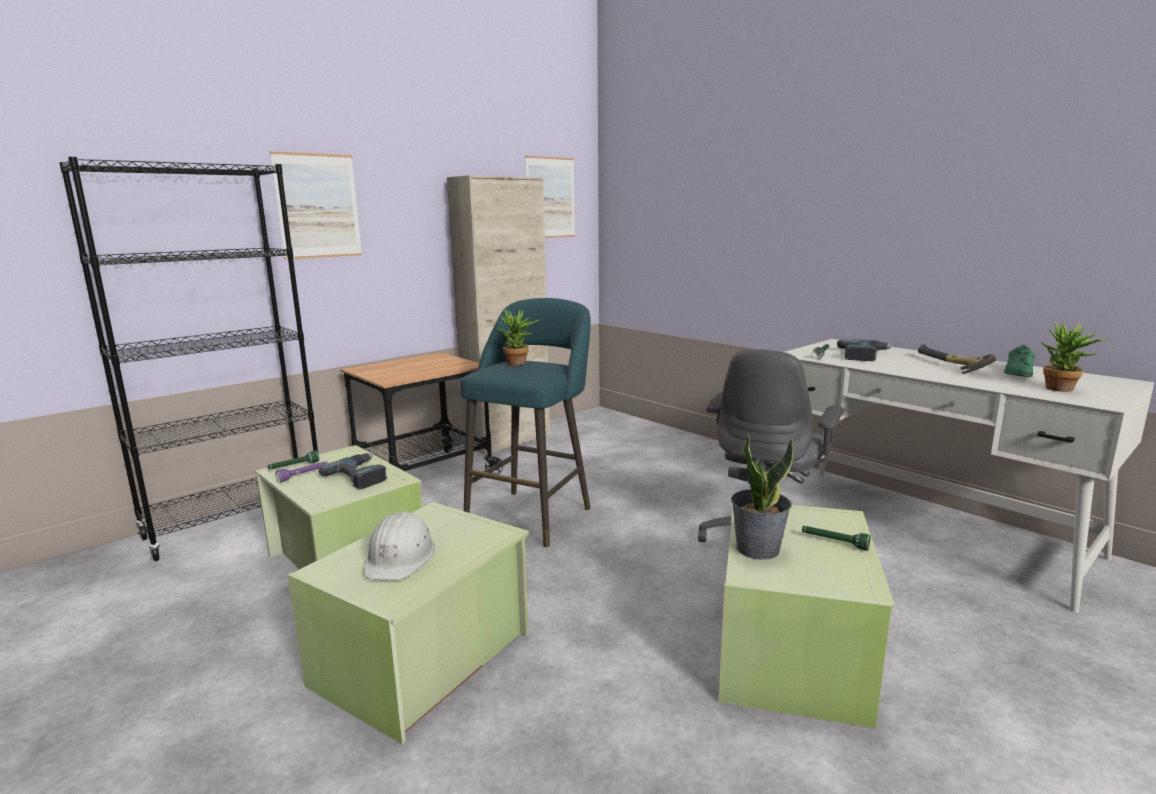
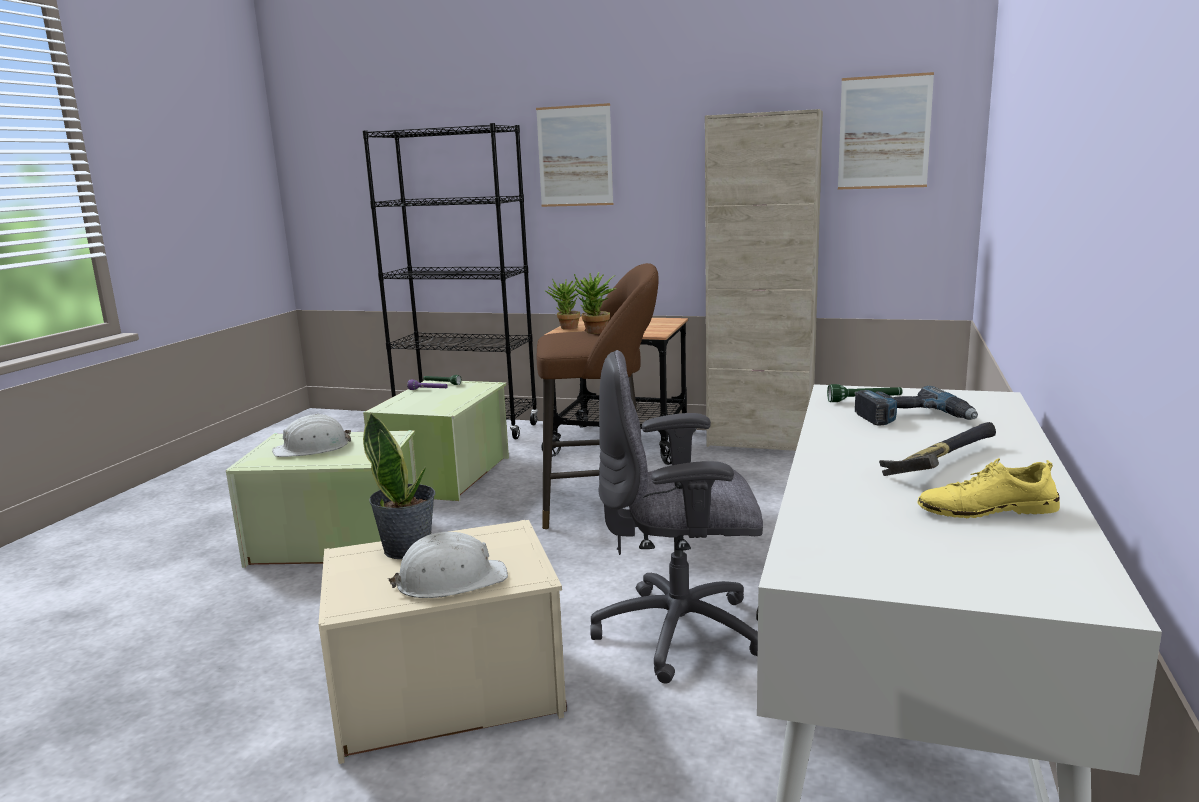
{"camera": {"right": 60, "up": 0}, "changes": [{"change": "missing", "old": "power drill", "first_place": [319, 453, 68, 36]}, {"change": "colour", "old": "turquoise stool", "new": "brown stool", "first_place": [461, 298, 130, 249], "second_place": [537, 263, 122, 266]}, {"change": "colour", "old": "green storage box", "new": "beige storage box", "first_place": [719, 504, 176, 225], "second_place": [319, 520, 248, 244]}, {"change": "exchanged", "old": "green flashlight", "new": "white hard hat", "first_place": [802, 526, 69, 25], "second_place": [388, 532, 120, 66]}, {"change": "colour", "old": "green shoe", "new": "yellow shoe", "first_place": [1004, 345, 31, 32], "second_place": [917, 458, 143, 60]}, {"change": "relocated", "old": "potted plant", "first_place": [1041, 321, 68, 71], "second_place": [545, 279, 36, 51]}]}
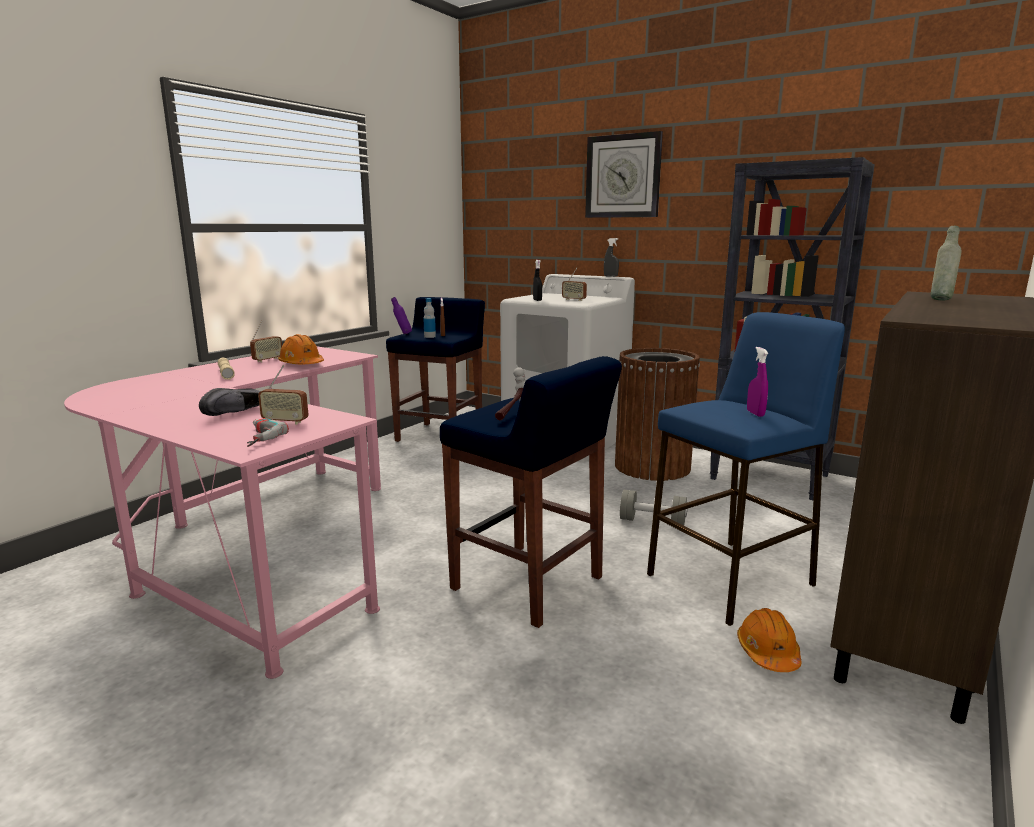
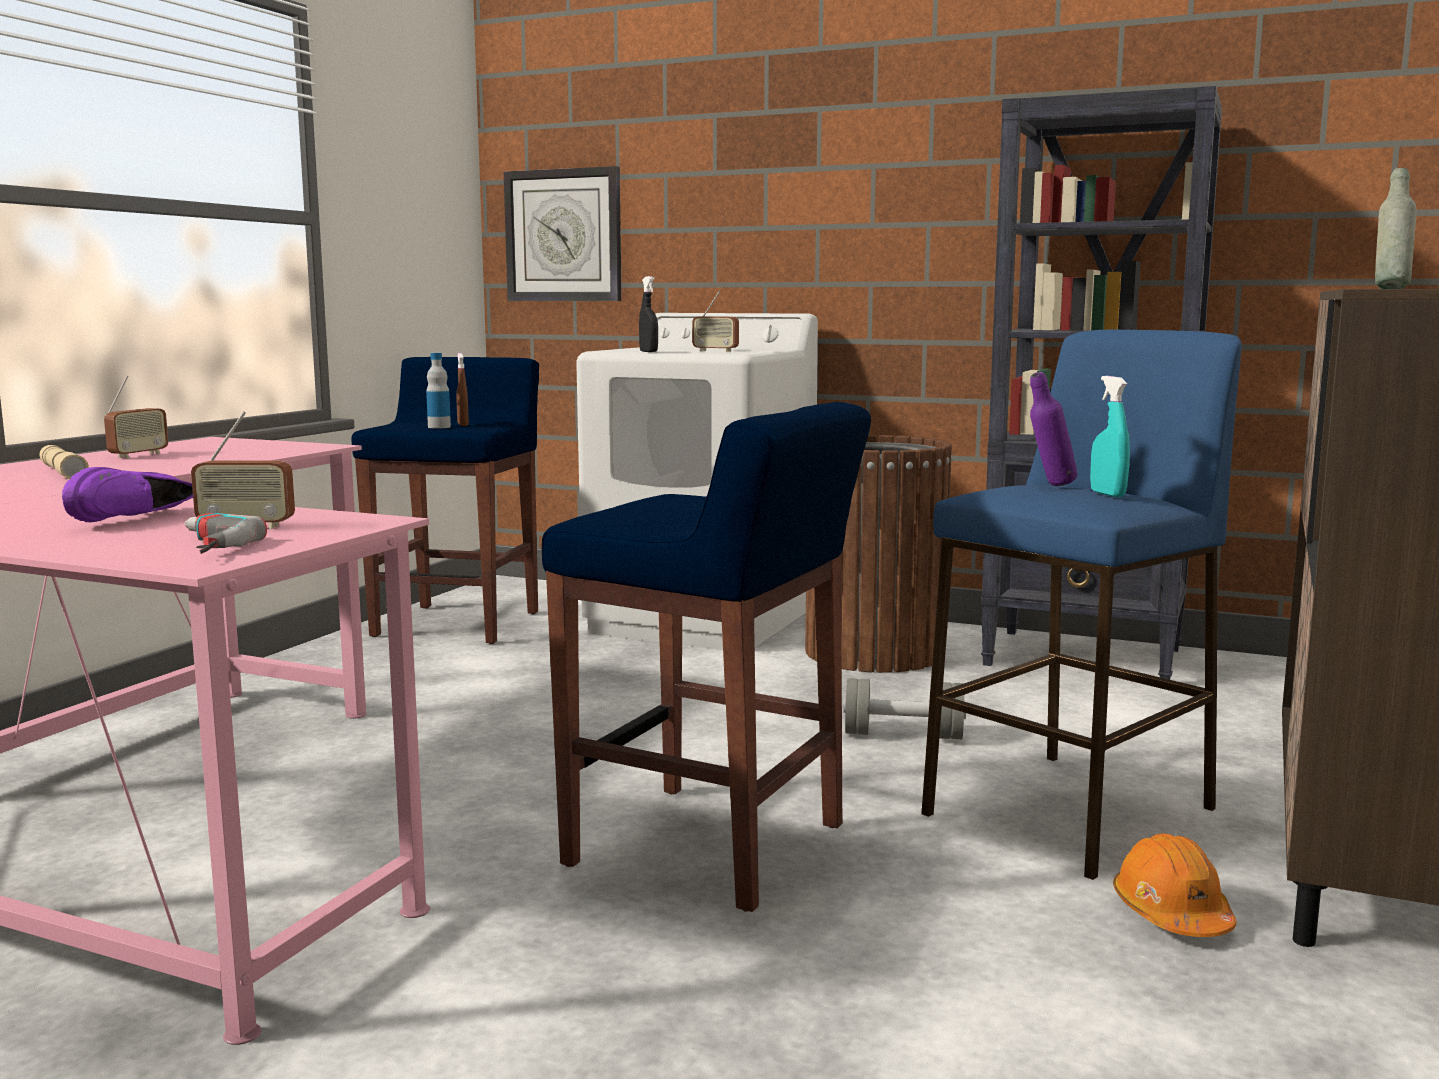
{"camera": {"right": -10, "up": -5}, "changes": [{"change": "colour", "old": "black shoe", "new": "purple shoe", "first_place": [199, 388, 62, 28], "second_place": [62, 467, 131, 56]}, {"change": "missing", "old": "orange hard hat", "first_place": [278, 334, 46, 31]}, {"change": "relocated", "old": "purple bottle", "first_place": [391, 297, 21, 37], "second_place": [1030, 372, 48, 114]}, {"change": "missing", "old": "hammer", "first_place": [495, 368, 31, 52]}, {"change": "relocated", "old": "wall clock", "first_place": [585, 131, 78, 87], "second_place": [503, 166, 119, 135]}, {"change": "missing", "old": "grey spray bottle", "first_place": [604, 238, 15, 39]}, {"change": "colour", "old": "purple spray bottle", "new": "turquoise spray bottle", "first_place": [747, 347, 21, 70], "second_place": [1090, 376, 40, 121]}]}
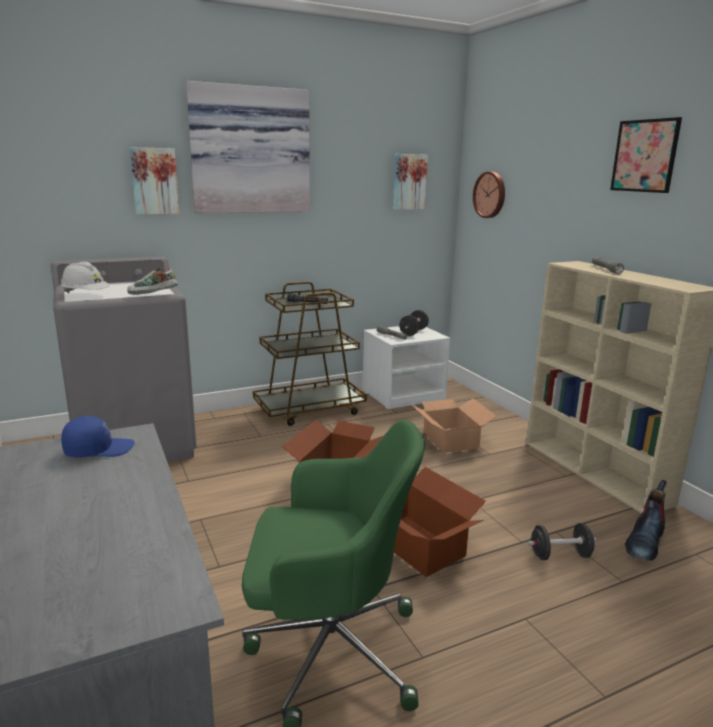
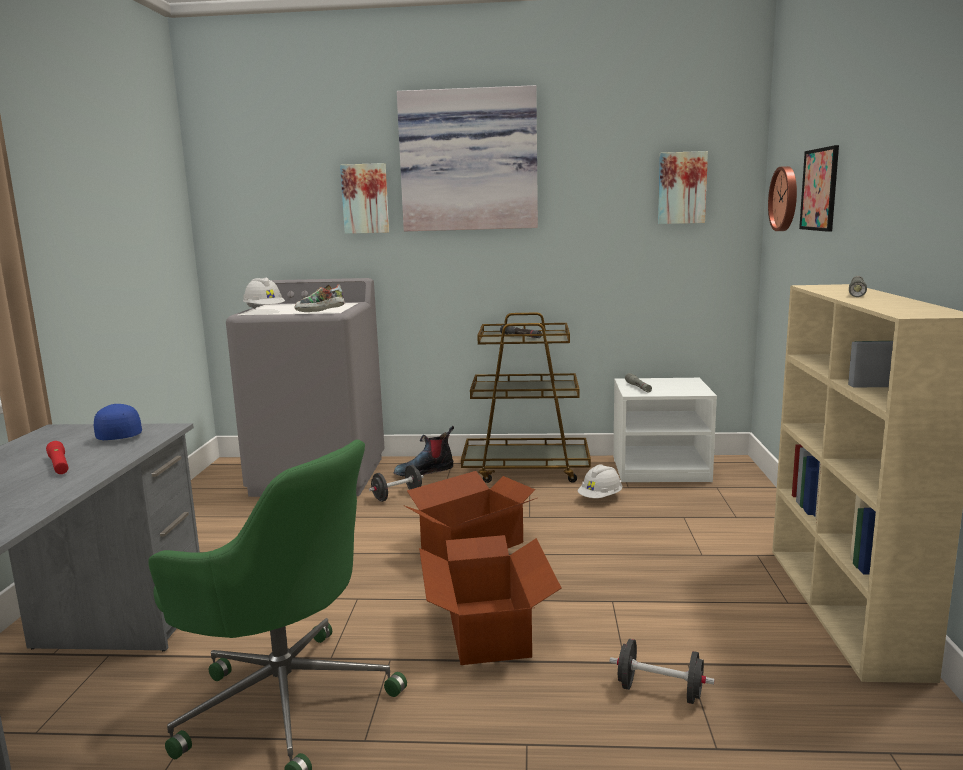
{"camera": {"right": 30, "up": -5}, "changes": [{"change": "spun", "old": "blue cap", "first_place": [61, 416, 74, 42], "second_place": [94, 404, 48, 36], "degrees": -120}, {"change": "relocated", "old": "black dumbbell", "first_place": [399, 310, 30, 26], "second_place": [369, 465, 54, 37]}, {"change": "missing", "old": "cardboard box", "first_place": [411, 398, 86, 55]}, {"change": "relocated", "old": "picture", "first_place": [610, 117, 72, 76], "second_place": [799, 145, 40, 87]}, {"change": "relocated", "old": "boot", "first_place": [625, 480, 42, 81], "second_place": [394, 426, 60, 51]}, {"change": "appeared", "new": "red flashlight", "second_place": [46, 441, 22, 33]}, {"change": "appeared", "new": "white hard hat", "second_place": [578, 464, 44, 34]}]}
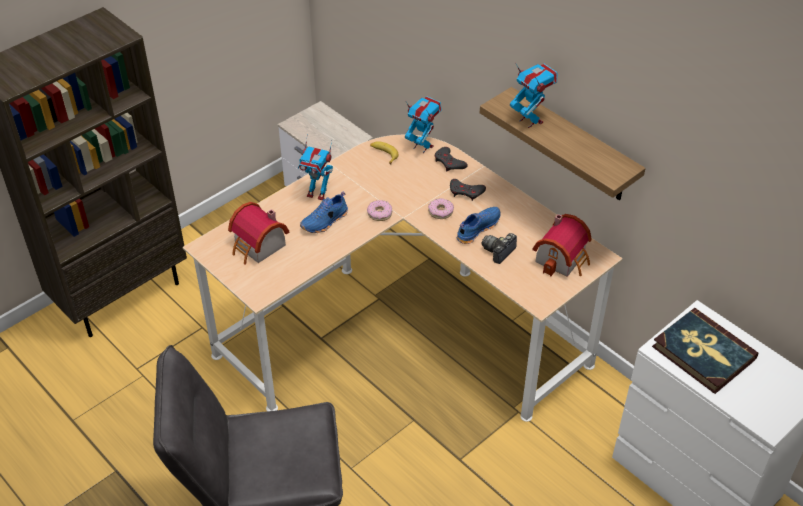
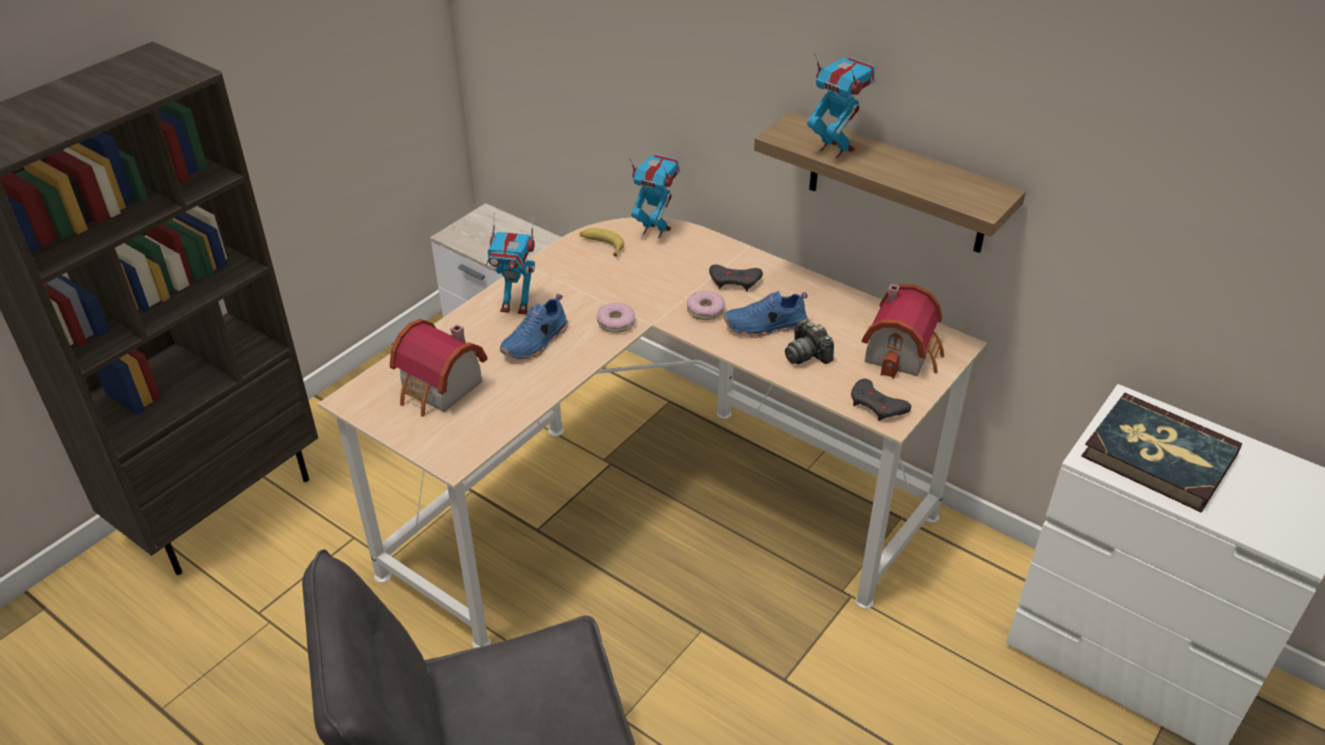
{"camera": {"right": -10, "up": -5}, "changes": [{"change": "relocated", "old": "grey game controller", "first_place": [435, 147, 33, 24], "second_place": [851, 379, 60, 42]}, {"change": "spun", "old": "blue shoe", "first_place": [457, 207, 43, 37], "second_place": [724, 291, 84, 47], "degrees": -135}, {"change": "spun", "old": "photo camera", "first_place": [482, 233, 35, 31], "second_place": [785, 319, 49, 45], "degrees": -60}]}
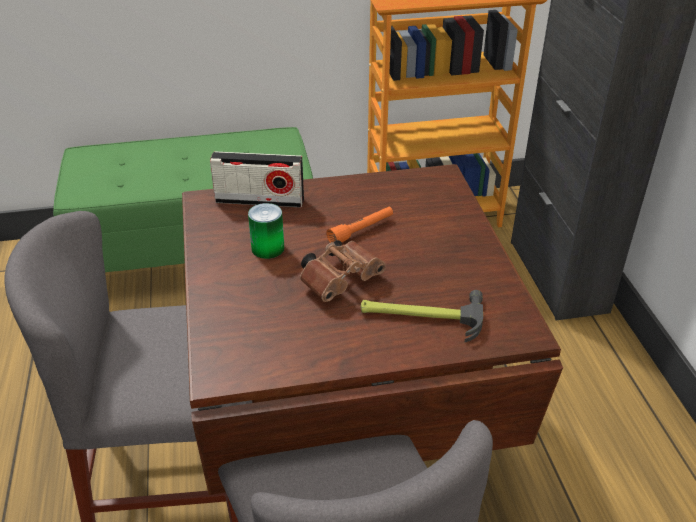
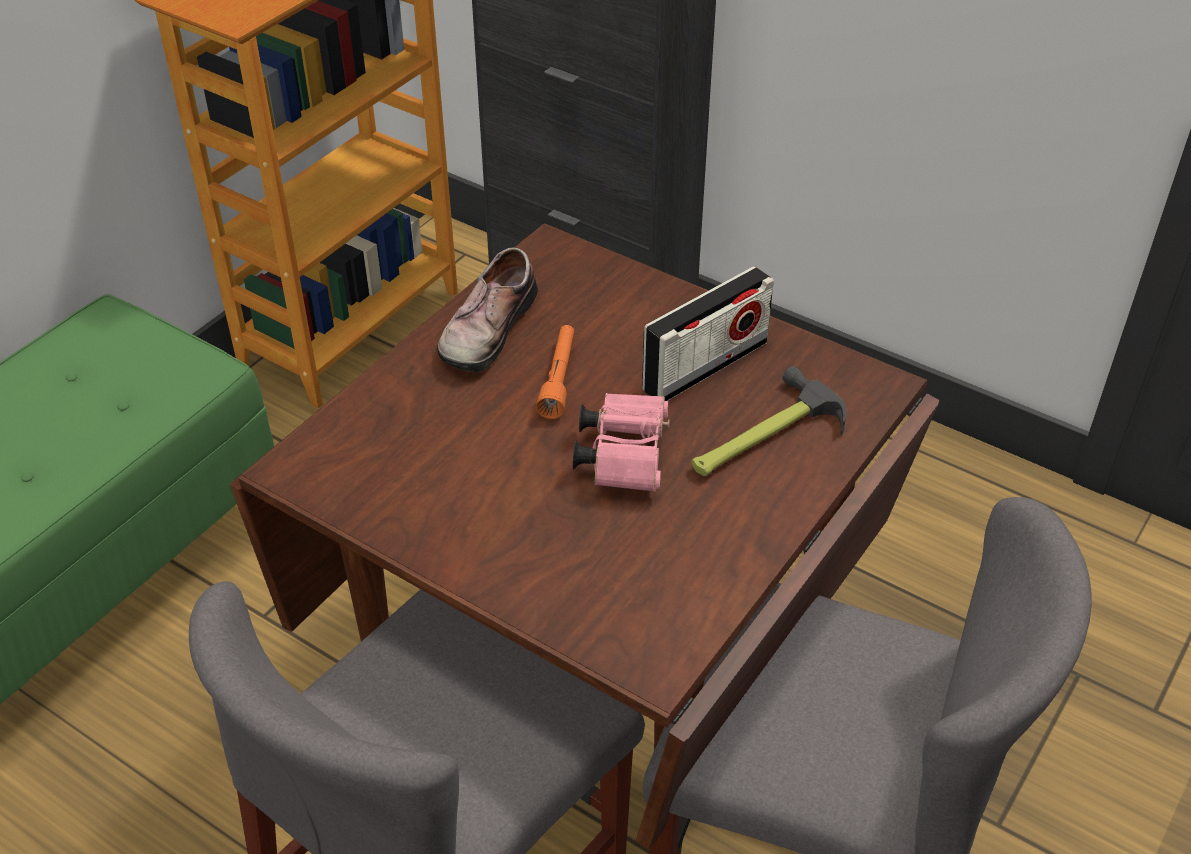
{"camera": {"right": -45, "up": 5}, "changes": [{"change": "relocated", "old": "radio", "first_place": [210, 151, 94, 56], "second_place": [642, 266, 132, 135]}, {"change": "missing", "old": "can", "first_place": [248, 203, 36, 56]}, {"change": "colour", "old": "brown binoculars", "new": "pink binoculars", "first_place": [300, 240, 86, 62], "second_place": [573, 393, 97, 99]}, {"change": "appeared", "new": "shoe", "second_place": [437, 247, 101, 125]}]}
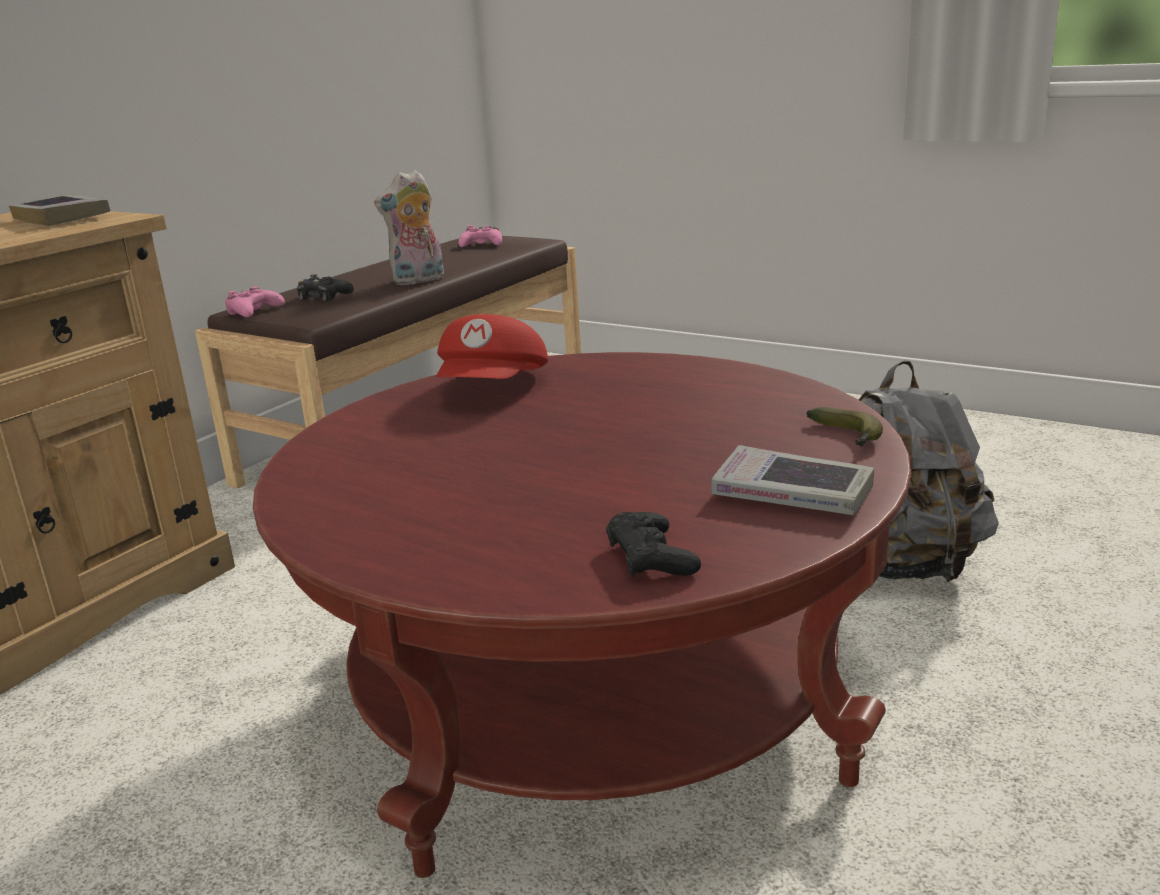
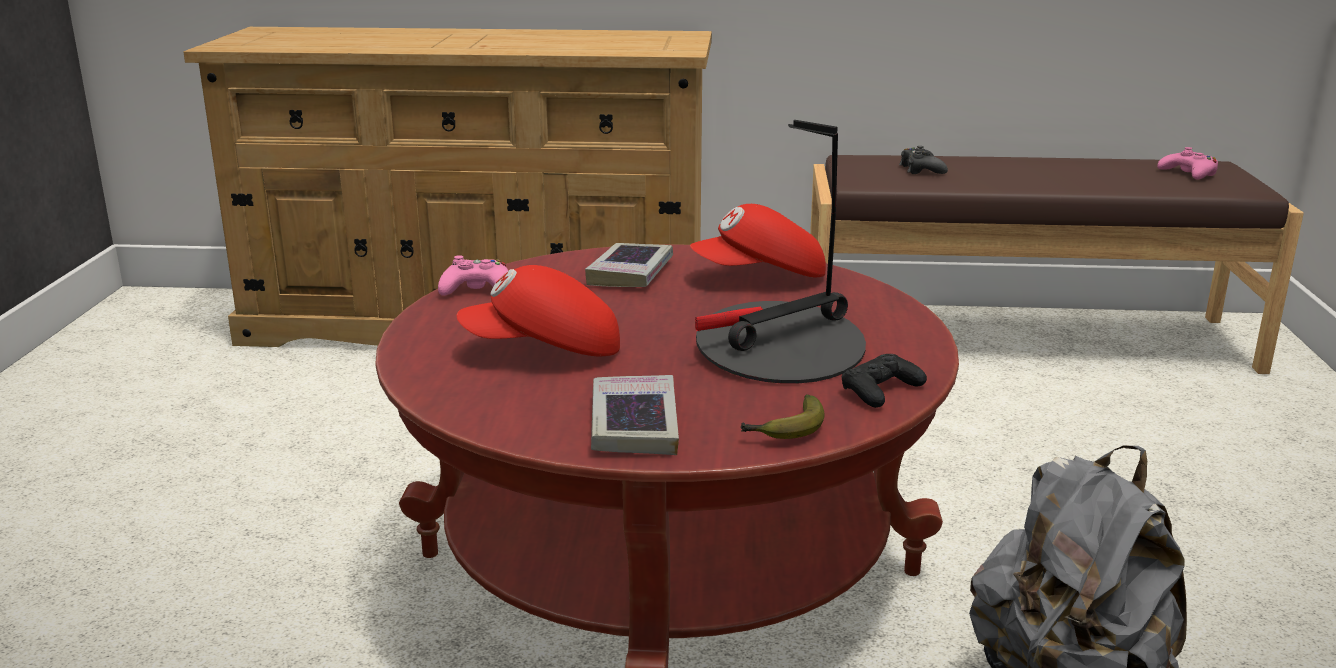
{"camera": {"right": 60, "up": 0}, "changes": [{"change": "relocated", "old": "book", "first_place": [9, 194, 102, 32], "second_place": [585, 243, 88, 44]}, {"change": "relocated", "old": "pink game controller", "first_place": [225, 286, 60, 31], "second_place": [438, 255, 70, 41]}, {"change": "missing", "old": "plush toy", "first_place": [374, 170, 70, 115]}, {"change": "relocated", "old": "black game controller", "first_place": [606, 512, 95, 65], "second_place": [841, 354, 86, 54]}, {"change": "appeared", "new": "red cap", "second_place": [456, 265, 164, 91]}, {"change": "appeared", "new": "table lamp", "second_place": [695, 120, 171, 263]}]}
